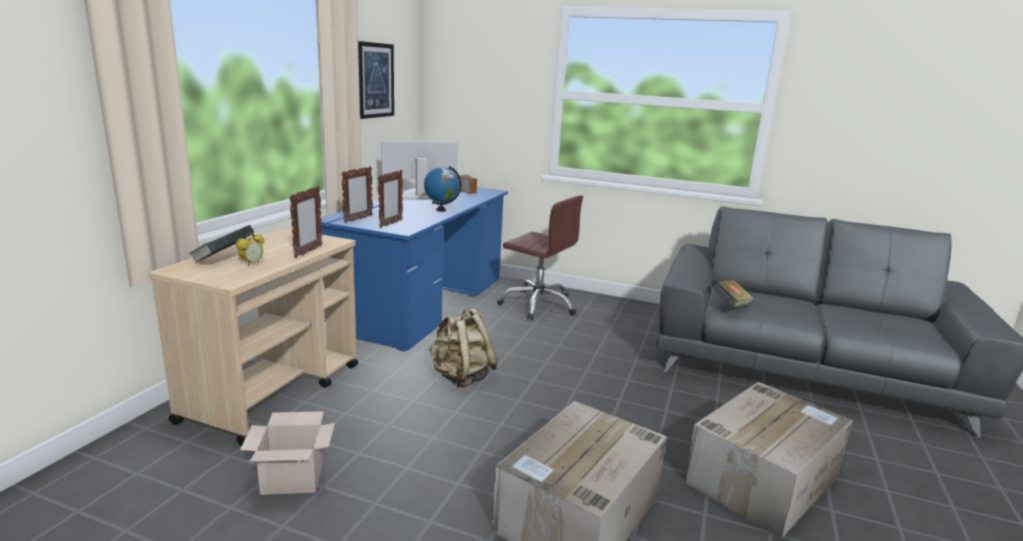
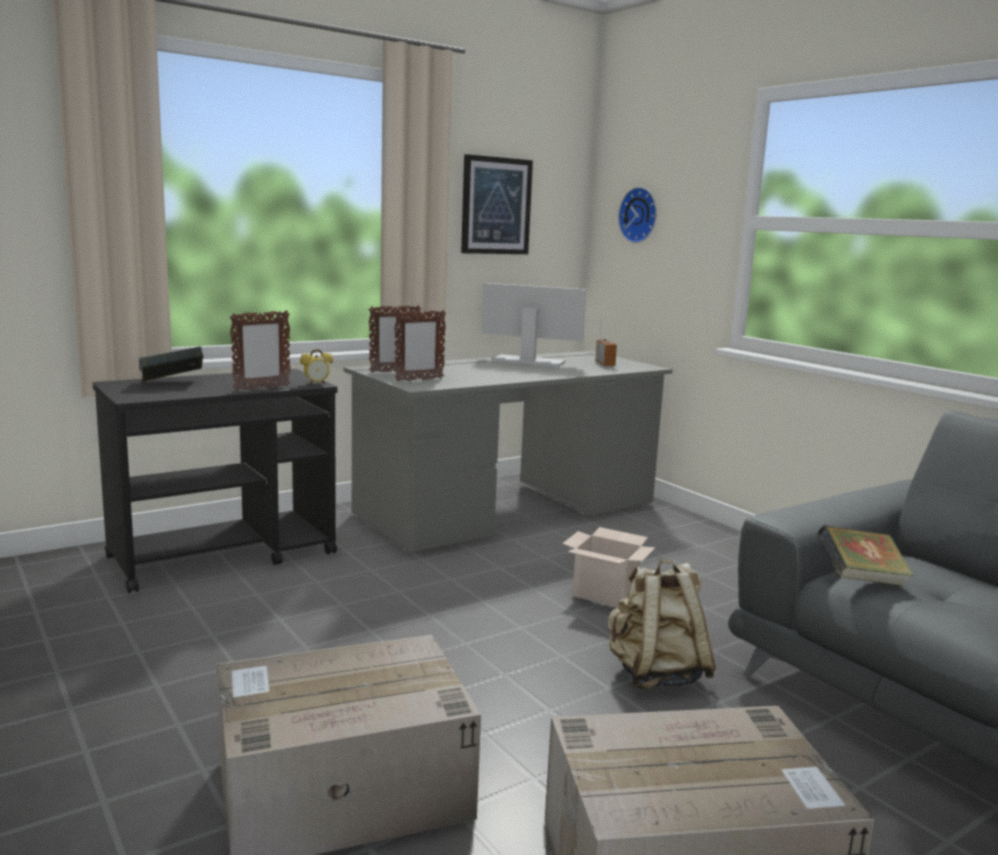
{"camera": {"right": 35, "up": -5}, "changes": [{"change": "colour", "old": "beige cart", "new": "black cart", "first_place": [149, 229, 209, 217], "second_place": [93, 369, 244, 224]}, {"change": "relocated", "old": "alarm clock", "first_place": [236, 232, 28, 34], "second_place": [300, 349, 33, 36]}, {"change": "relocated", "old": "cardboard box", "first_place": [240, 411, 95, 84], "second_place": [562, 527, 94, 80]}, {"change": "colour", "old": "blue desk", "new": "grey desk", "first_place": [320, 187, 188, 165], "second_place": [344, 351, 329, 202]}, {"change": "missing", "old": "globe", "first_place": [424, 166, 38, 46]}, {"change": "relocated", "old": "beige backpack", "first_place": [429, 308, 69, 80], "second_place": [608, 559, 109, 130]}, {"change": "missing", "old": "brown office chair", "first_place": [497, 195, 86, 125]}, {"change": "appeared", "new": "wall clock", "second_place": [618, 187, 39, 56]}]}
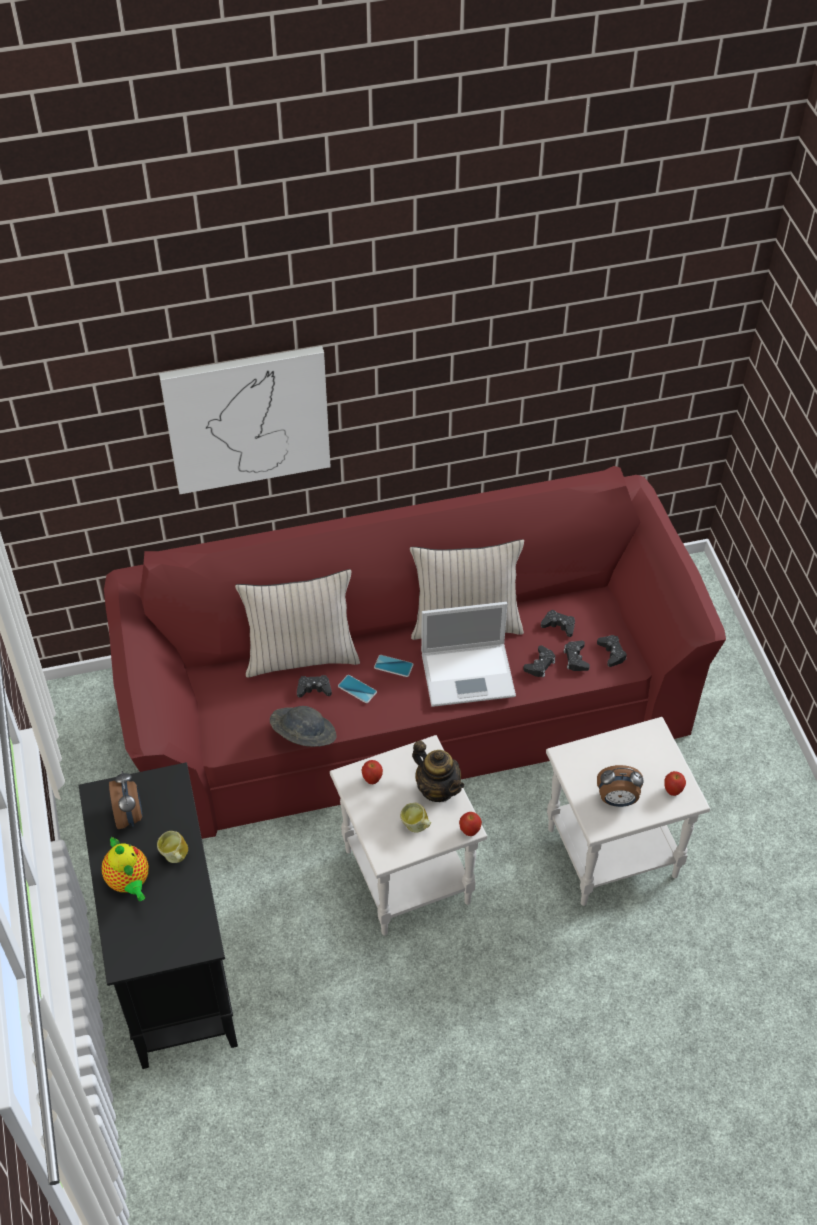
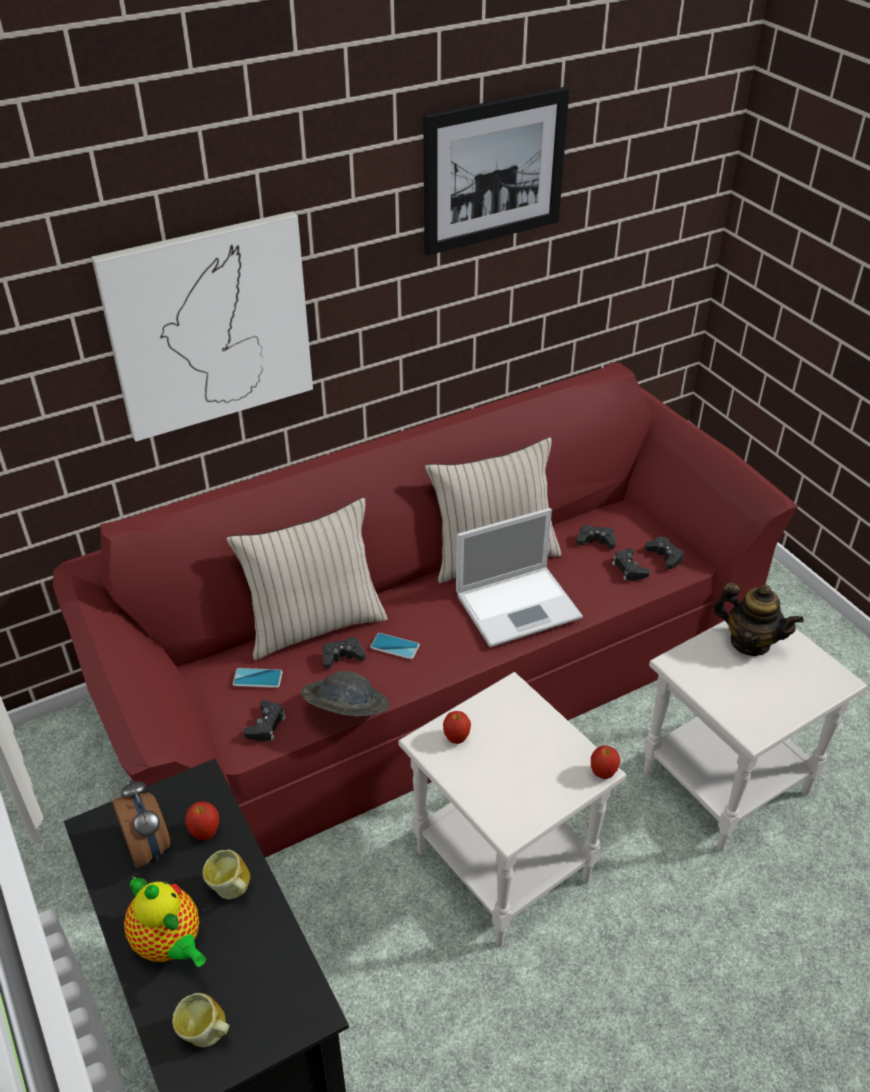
{"camera": {"right": -15, "up": -10}, "changes": [{"change": "relocated", "old": "phone", "first_place": [374, 655, 40, 22], "second_place": [233, 668, 49, 20]}, {"change": "relocated", "old": "mug", "first_place": [400, 802, 31, 31], "second_place": [172, 993, 58, 54]}, {"change": "relocated", "old": "teapot", "first_place": [412, 740, 52, 62], "second_place": [713, 583, 91, 73]}, {"change": "relocated", "old": "black game controller", "first_place": [523, 645, 32, 33], "second_place": [243, 700, 43, 42]}, {"change": "missing", "old": "alarm clock", "first_place": [597, 765, 47, 42]}, {"change": "relocated", "old": "apple", "first_place": [664, 771, 22, 25], "second_place": [185, 801, 34, 40]}, {"change": "appeared", "new": "picture", "second_place": [423, 87, 146, 169]}]}
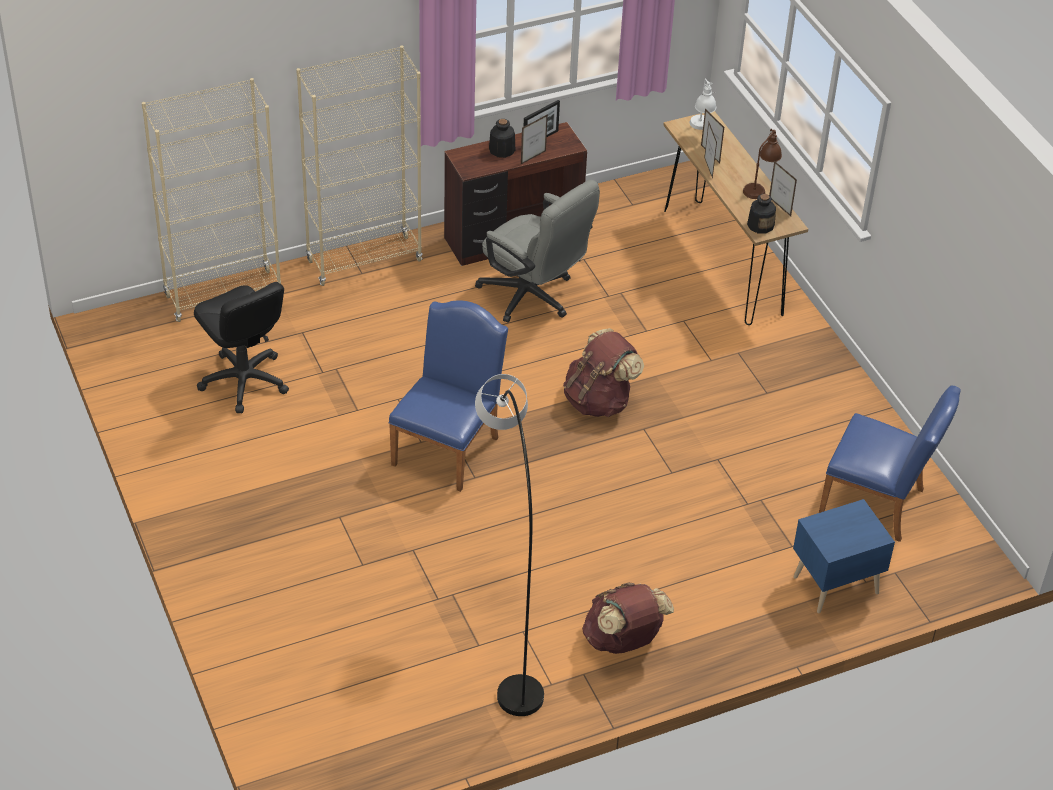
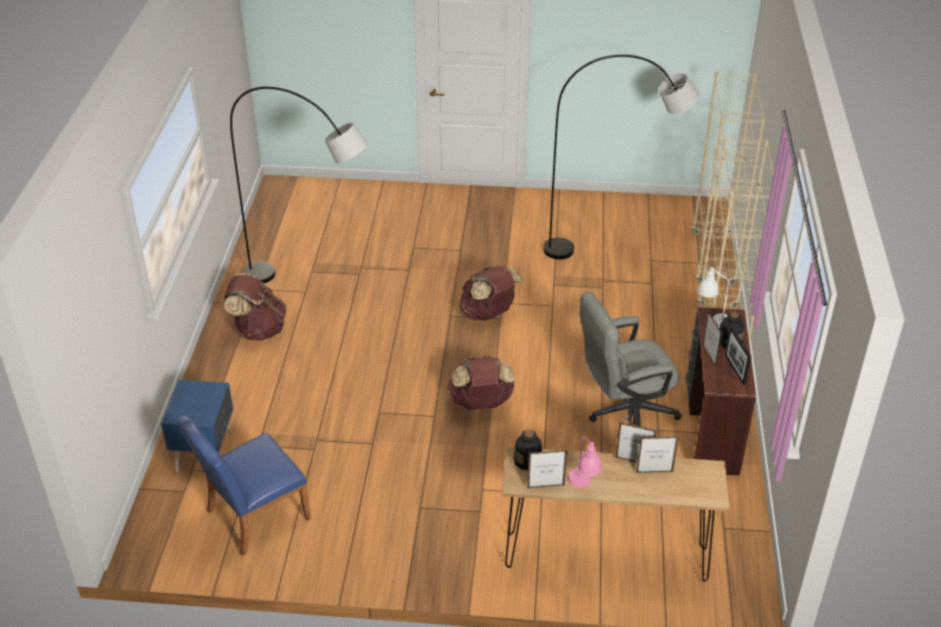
{"camera": {"right": 120, "up": -5}, "changes": [{"change": "exchanged", "old": "black office chair", "new": "grey floor lamp", "first_place": [194, 282, 95, 131], "second_place": [543, 55, 157, 204]}, {"change": "exchanged", "old": "blue chair", "new": "brown backpack", "first_place": [388, 301, 120, 191], "second_place": [459, 266, 64, 55]}, {"change": "relocated", "old": "white table lamp", "first_place": [690, 79, 26, 51], "second_place": [698, 267, 32, 61]}, {"change": "colour", "old": "brown table lamp", "new": "pink table lamp", "first_place": [743, 129, 39, 70], "second_place": [567, 435, 35, 53]}]}
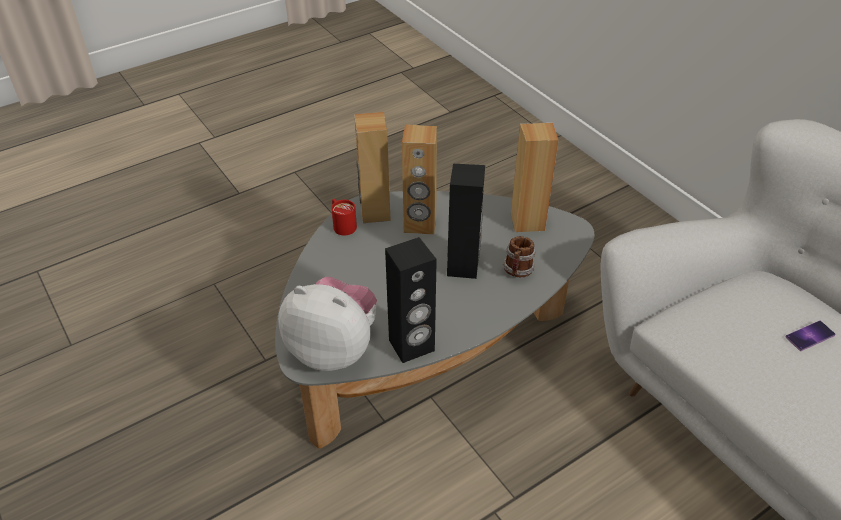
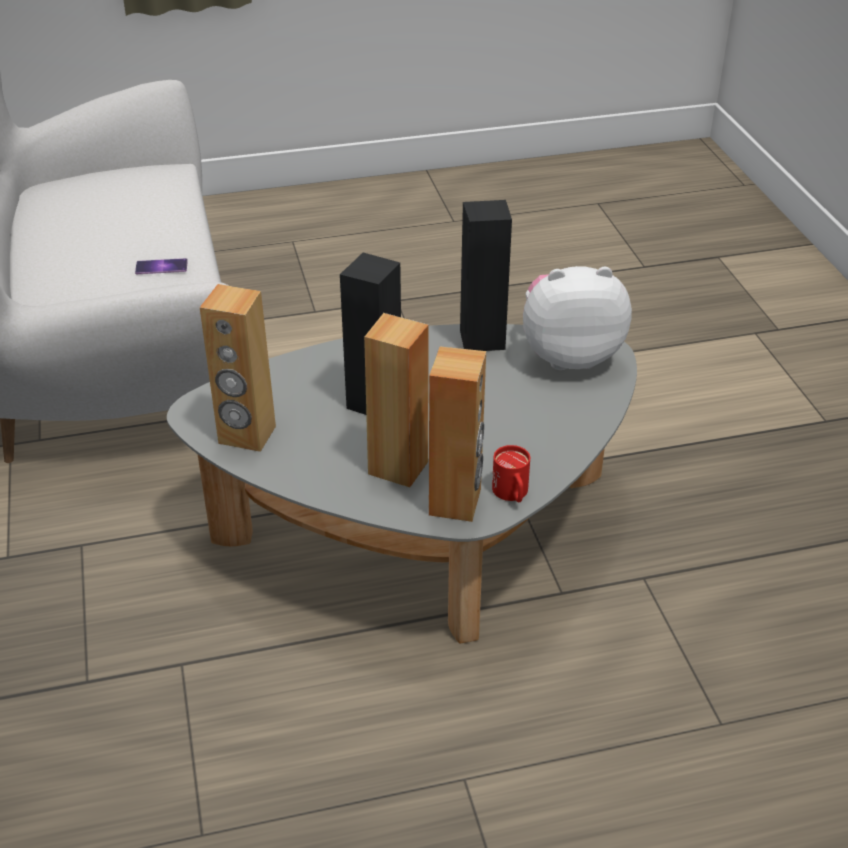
{"camera": {"right": -160, "up": -5}, "changes": [{"change": "spun", "old": "plush toy", "first_place": [278, 277, 99, 94], "second_place": [523, 266, 109, 104], "degrees": 135}, {"change": "missing", "old": "mug", "first_place": [503, 236, 33, 41]}, {"change": "relocated", "old": "phone", "first_place": [786, 321, 50, 30], "second_place": [135, 258, 53, 16]}]}
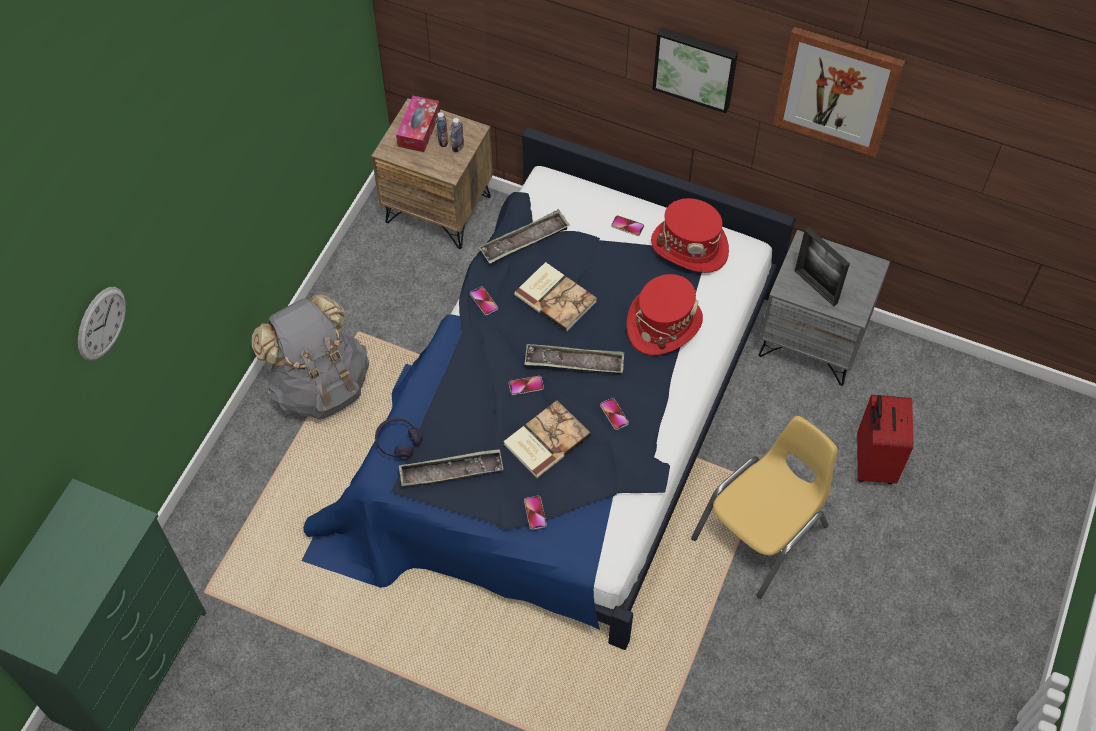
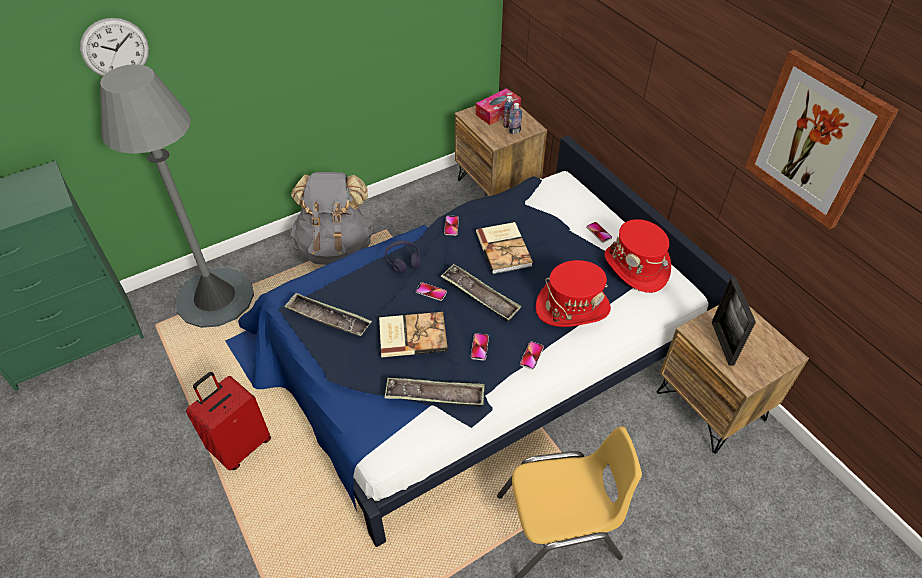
{"camera": {"right": 35, "up": -10}, "changes": [{"change": "relocated", "old": "purple headphones", "first_place": [375, 418, 48, 42], "second_place": [385, 241, 36, 32]}, {"change": "relocated", "old": "tray", "first_place": [479, 209, 91, 55], "second_place": [384, 378, 101, 29]}, {"change": "relocated", "old": "phone", "first_place": [524, 496, 23, 34], "second_place": [520, 341, 24, 29]}, {"change": "missing", "old": "picture", "first_place": [652, 27, 86, 86]}, {"change": "colour", "old": "grey nightstand", "new": "brown nightstand", "first_place": [758, 230, 132, 156], "second_place": [657, 305, 152, 149]}, {"change": "relocated", "old": "red suitcase", "first_place": [857, 395, 57, 89], "second_place": [186, 372, 85, 98]}, {"change": "appeared", "new": "grey floor lamp", "second_place": [100, 64, 154, 264]}]}
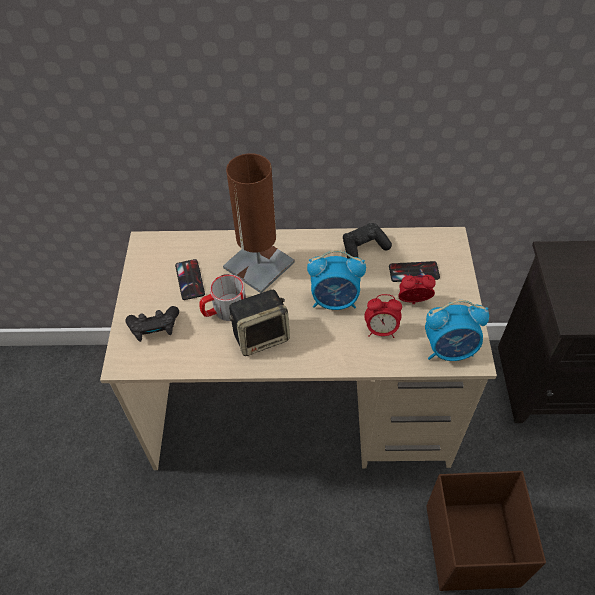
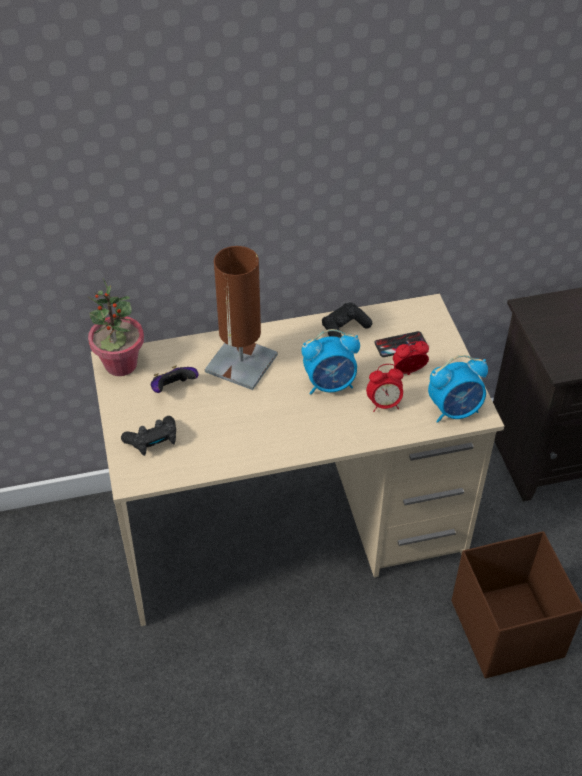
{"camera": {"right": -15, "up": -5}, "changes": [{"change": "exchanged", "old": "phone", "new": "game controller", "first_place": [175, 259, 30, 41], "second_place": [151, 365, 48, 28]}, {"change": "missing", "old": "mug", "first_place": [199, 274, 47, 47]}, {"change": "missing", "old": "speaker", "first_place": [229, 290, 61, 66]}, {"change": "appeared", "new": "potted plant", "second_place": [88, 279, 56, 97]}]}
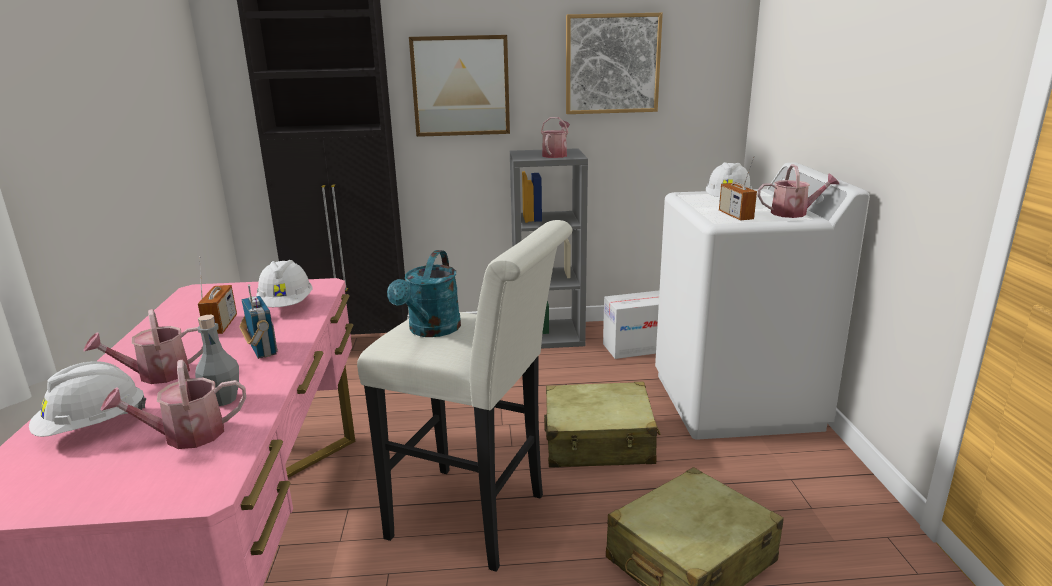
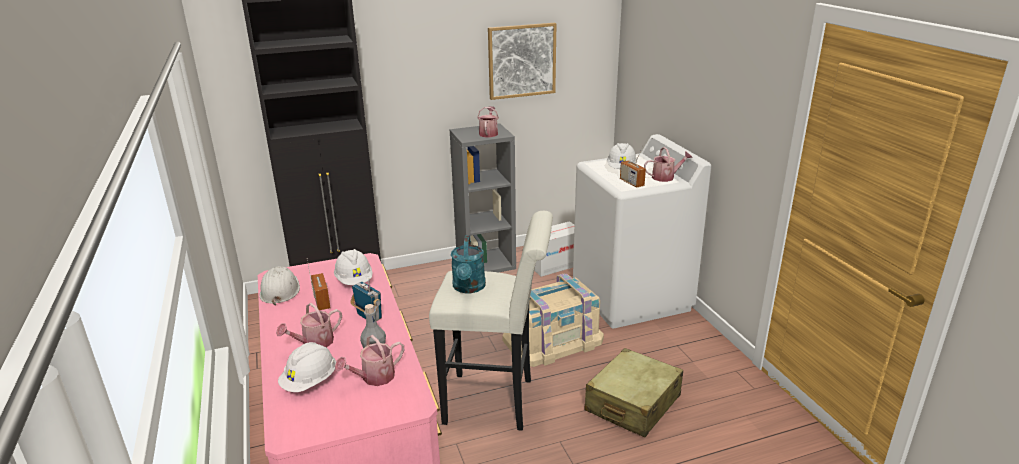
{"camera": {"right": -15, "up": 5}, "changes": [{"change": "missing", "old": "picture", "first_place": [409, 35, 101, 102]}, {"change": "exchanged", "old": "beige suitcase", "new": "beige storage box", "first_place": [544, 382, 117, 86], "second_place": [502, 273, 102, 94]}, {"change": "appeared", "new": "white hard hat", "second_place": [259, 266, 41, 40]}]}
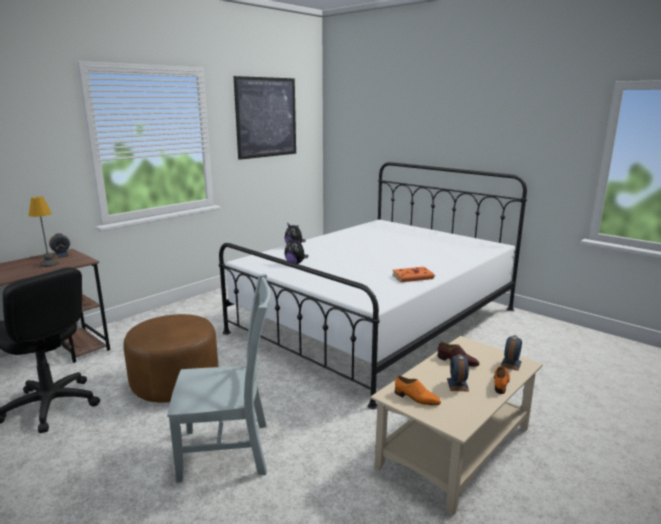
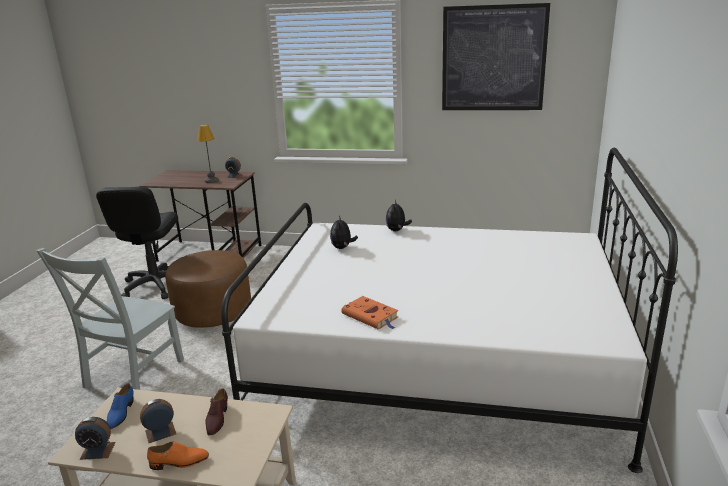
{"camera": {"right": 60, "up": 5}, "changes": [{"change": "spun", "old": "grey chair", "first_place": [167, 274, 104, 209], "second_place": [36, 248, 148, 142], "degrees": 60}, {"change": "colour", "old": "orange shoe", "new": "blue shoe", "first_place": [395, 376, 46, 30], "second_place": [107, 383, 27, 46]}, {"change": "relocated", "old": "alarm clock", "first_place": [501, 335, 21, 36], "second_place": [75, 417, 41, 43]}]}
